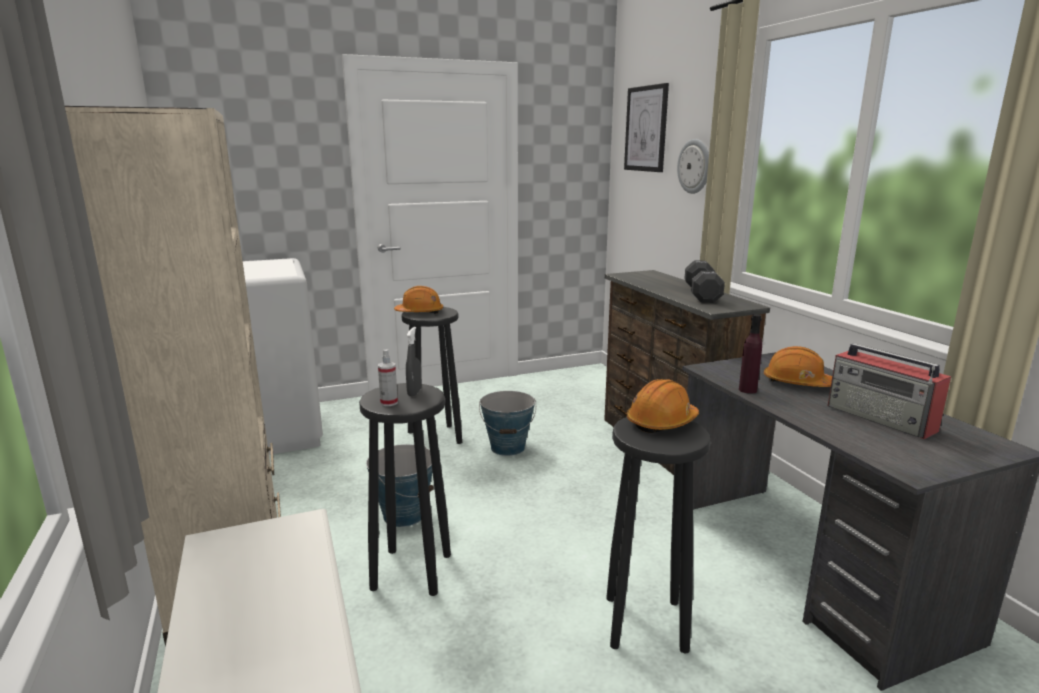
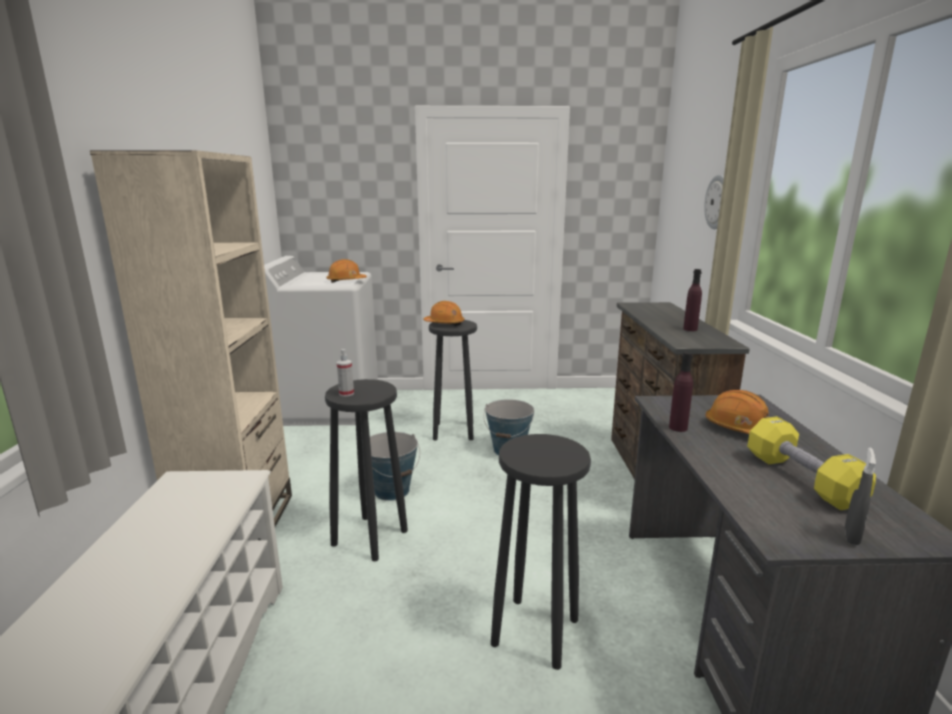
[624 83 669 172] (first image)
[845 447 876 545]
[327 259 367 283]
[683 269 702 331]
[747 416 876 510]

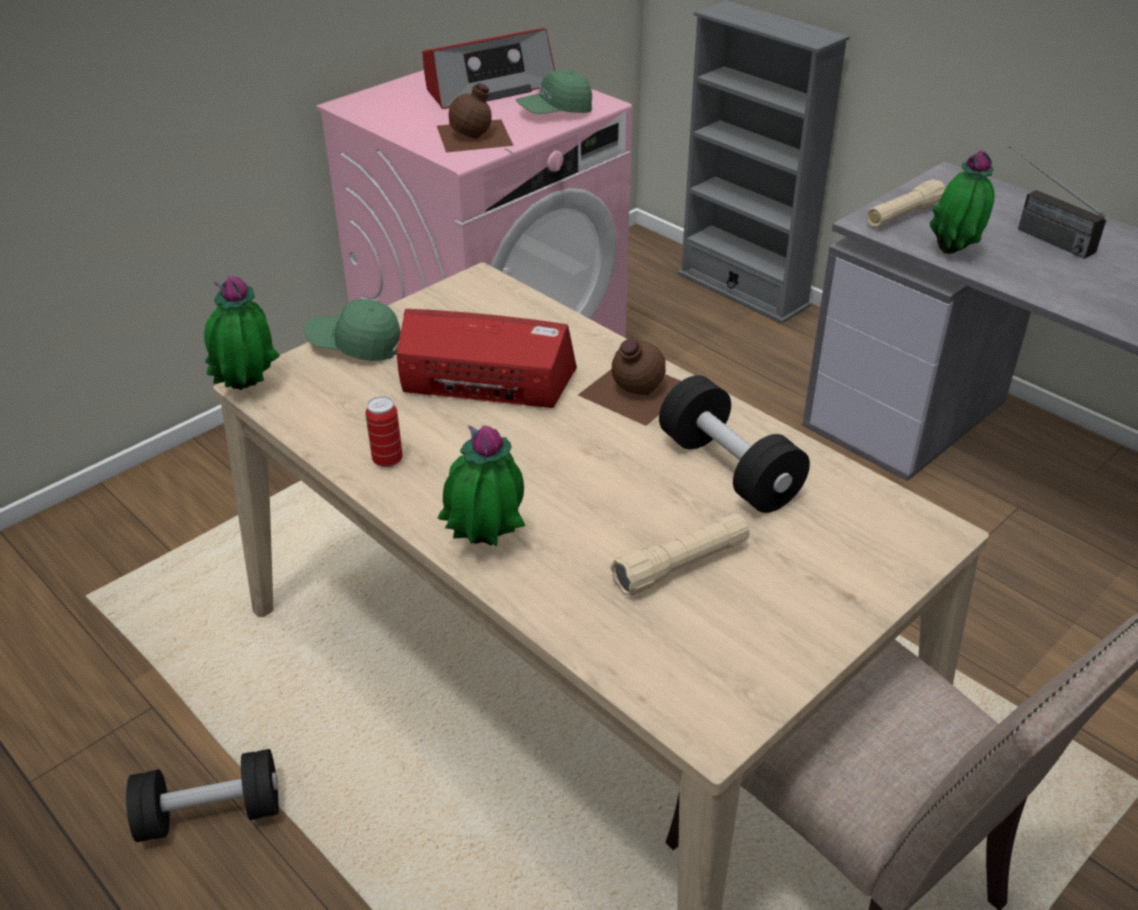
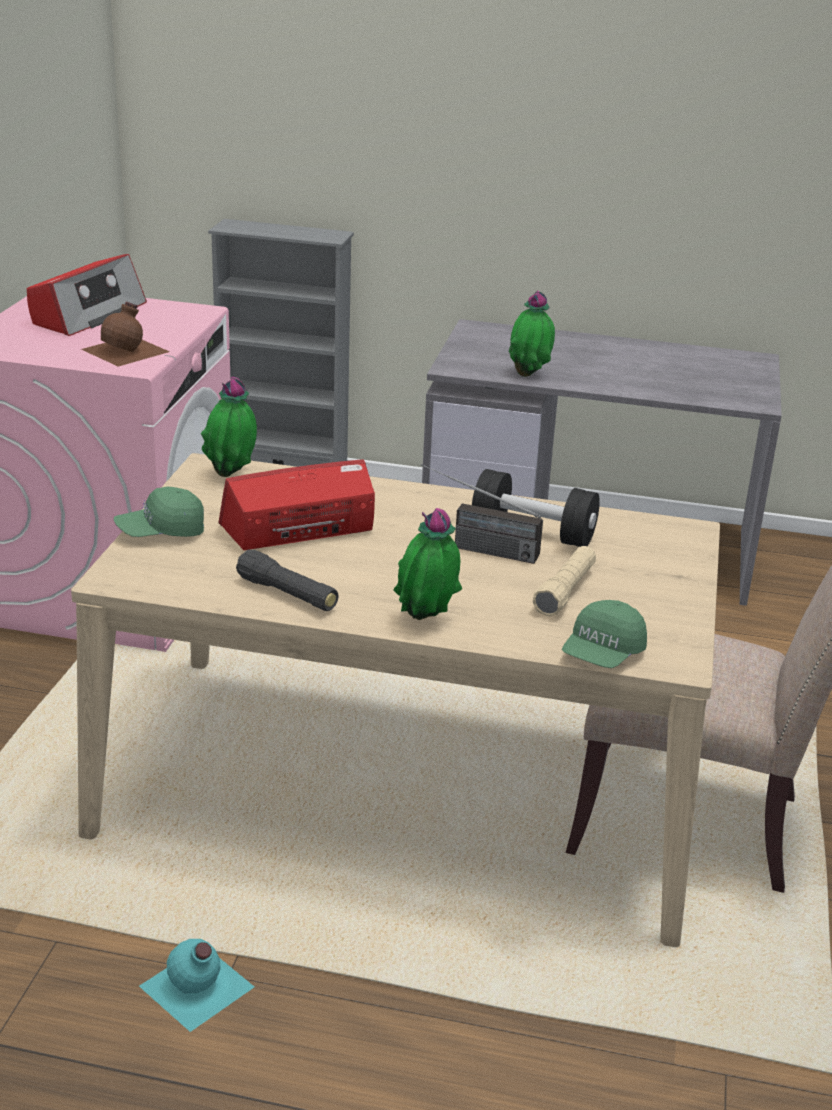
[578 339 681 426] (first image)
[867 179 945 227] (first image)
[201 377 257 477]
[562 600 647 668]
[421 464 543 564]
[139 939 254 1032]
[236 549 338 611]

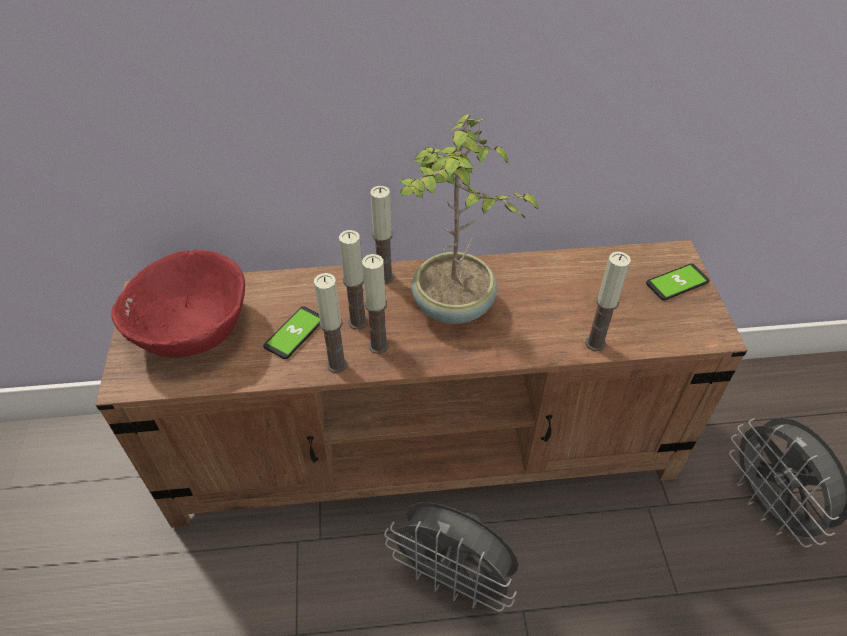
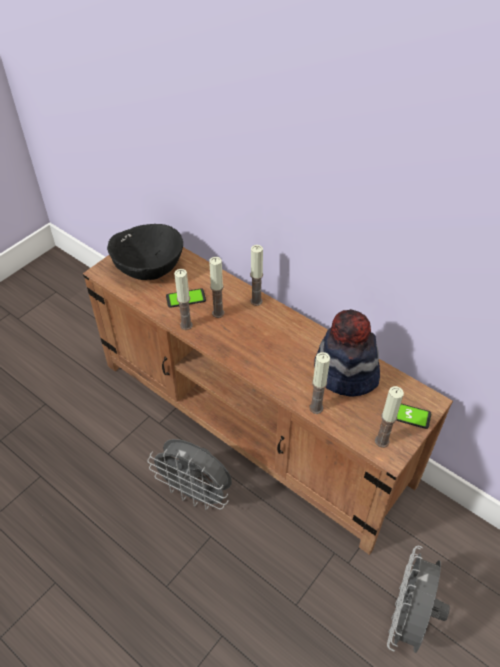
[399 114 540 324] (first image)
[314 309 380 396]
[375 386 404 448]
[107 224 183 280]
[147 439 232 510]

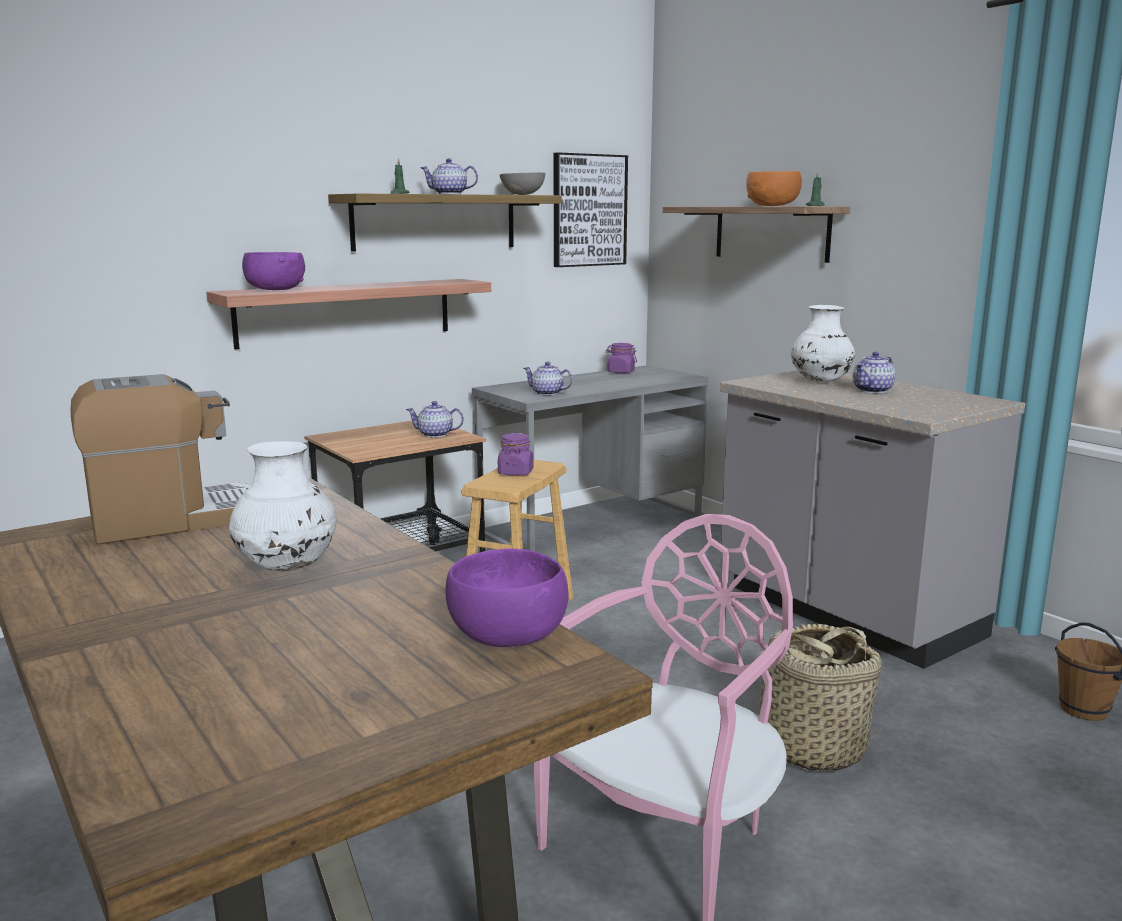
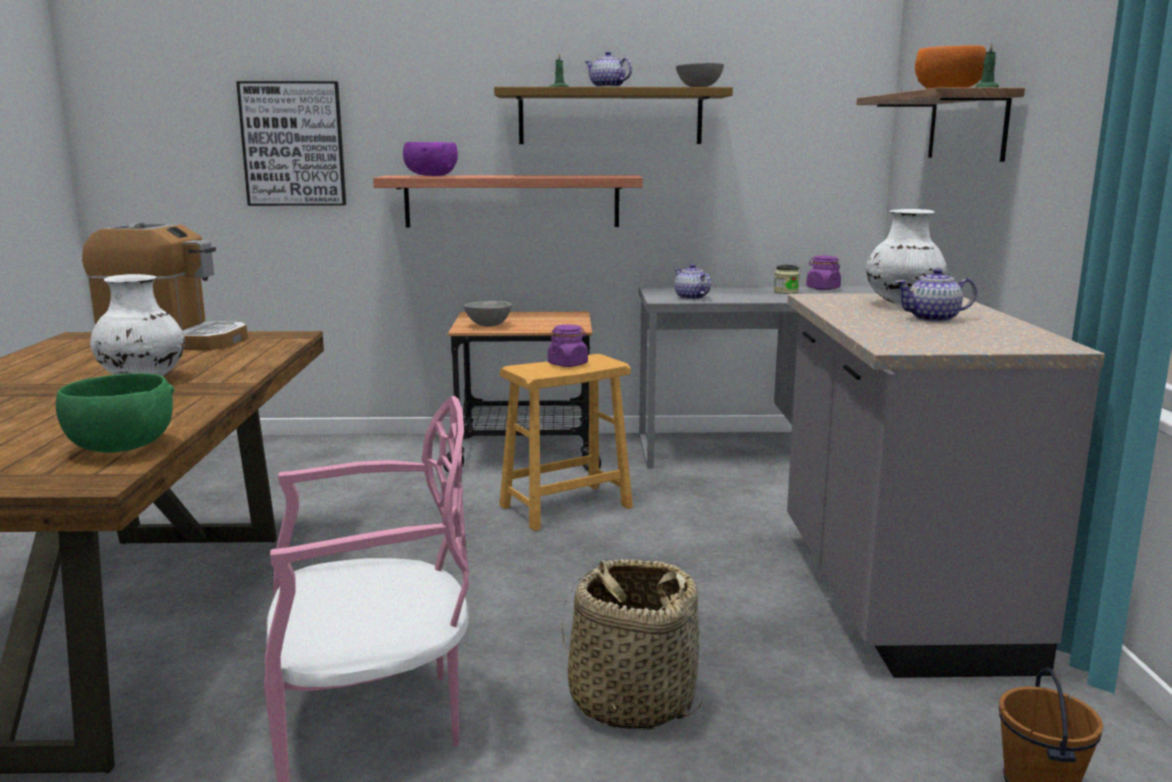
[406 401 464 438] (first image)
[464 301 512 327]
[774 265 800 294]
[236 81 346 206]
[56 373 175 453]

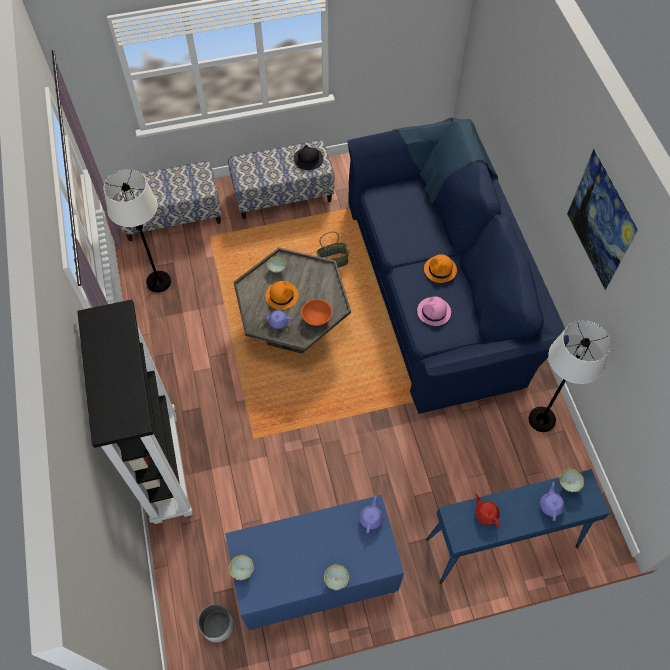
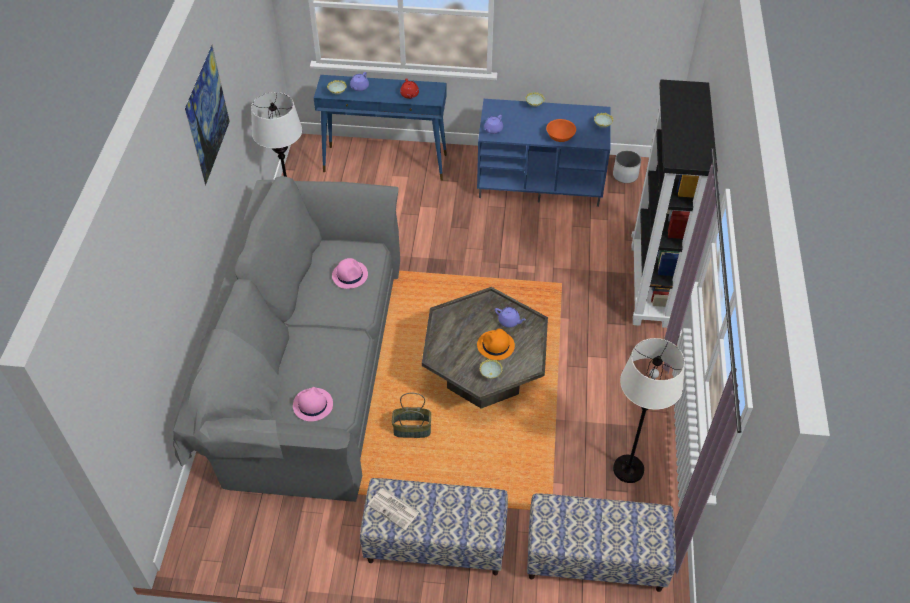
[424 254 457 283] (first image)
[293 387 333 421]
[546 119 576 142]
[367 488 420 530]
[173 176 400 502]

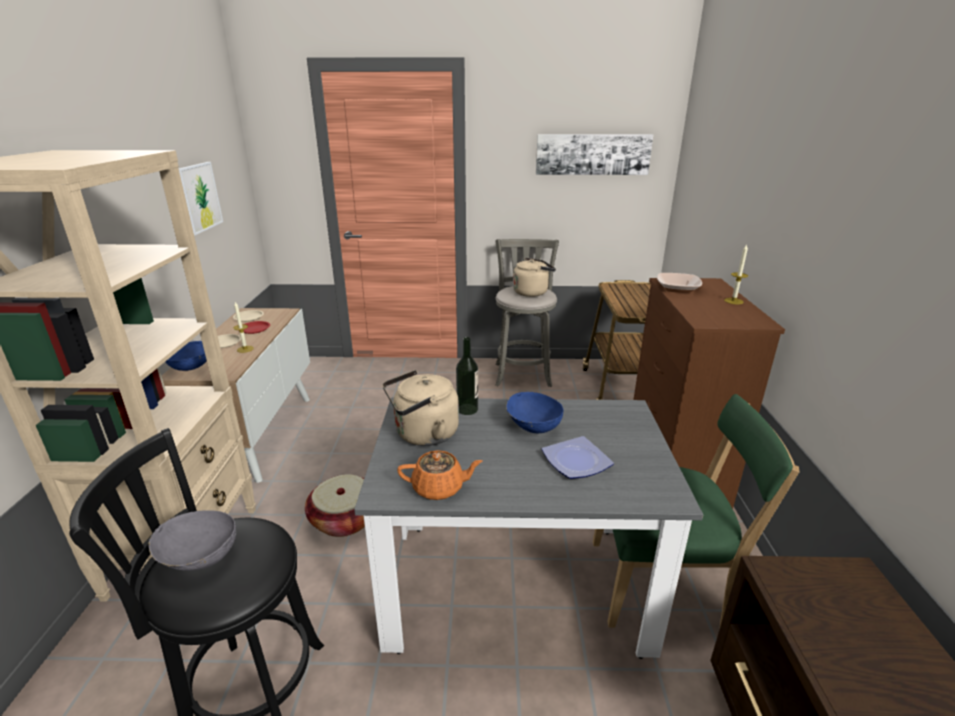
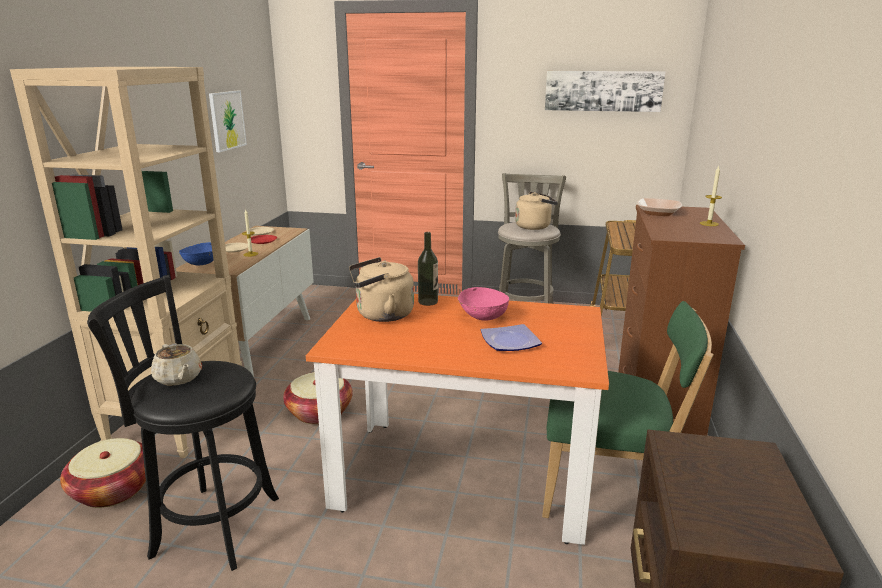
[397 450 483 500] (first image)
[60 438 146 508]
[151 343 202 386]
[306 294 609 545]
[458 287 509 321]

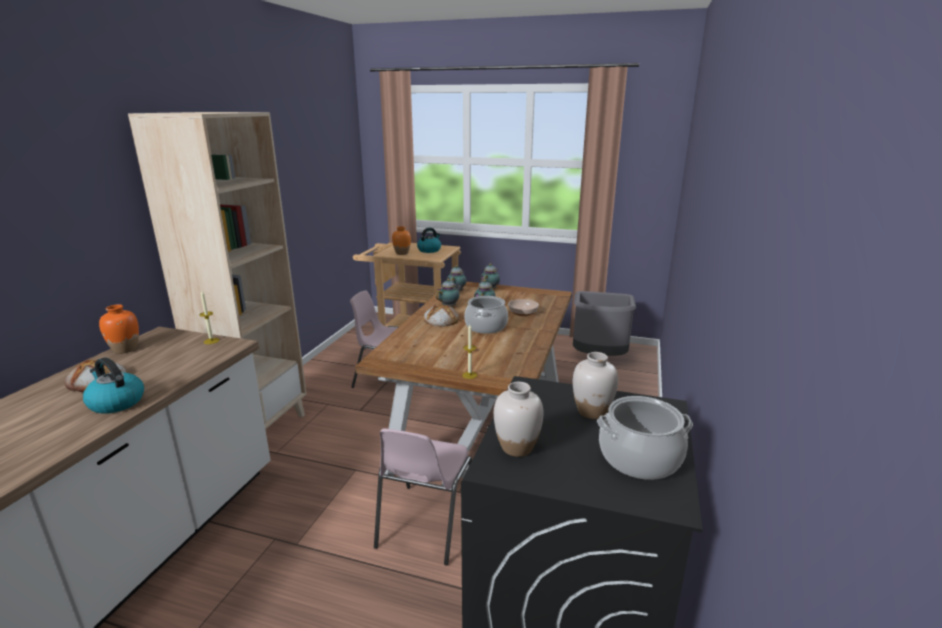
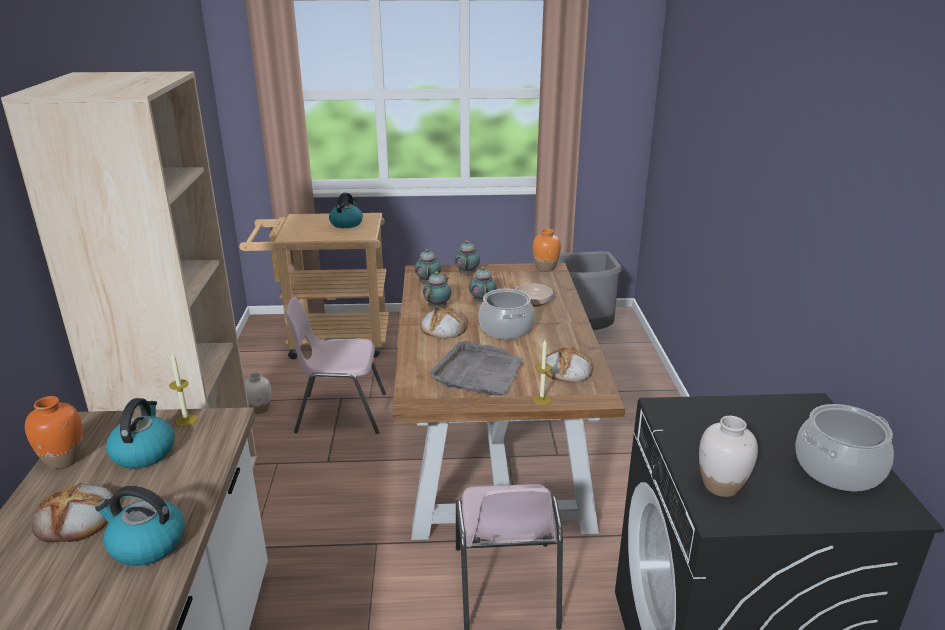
[106 398 175 469]
[429 341 523 396]
[546 347 593 383]
[532 229 561 272]
[245 372 271 414]

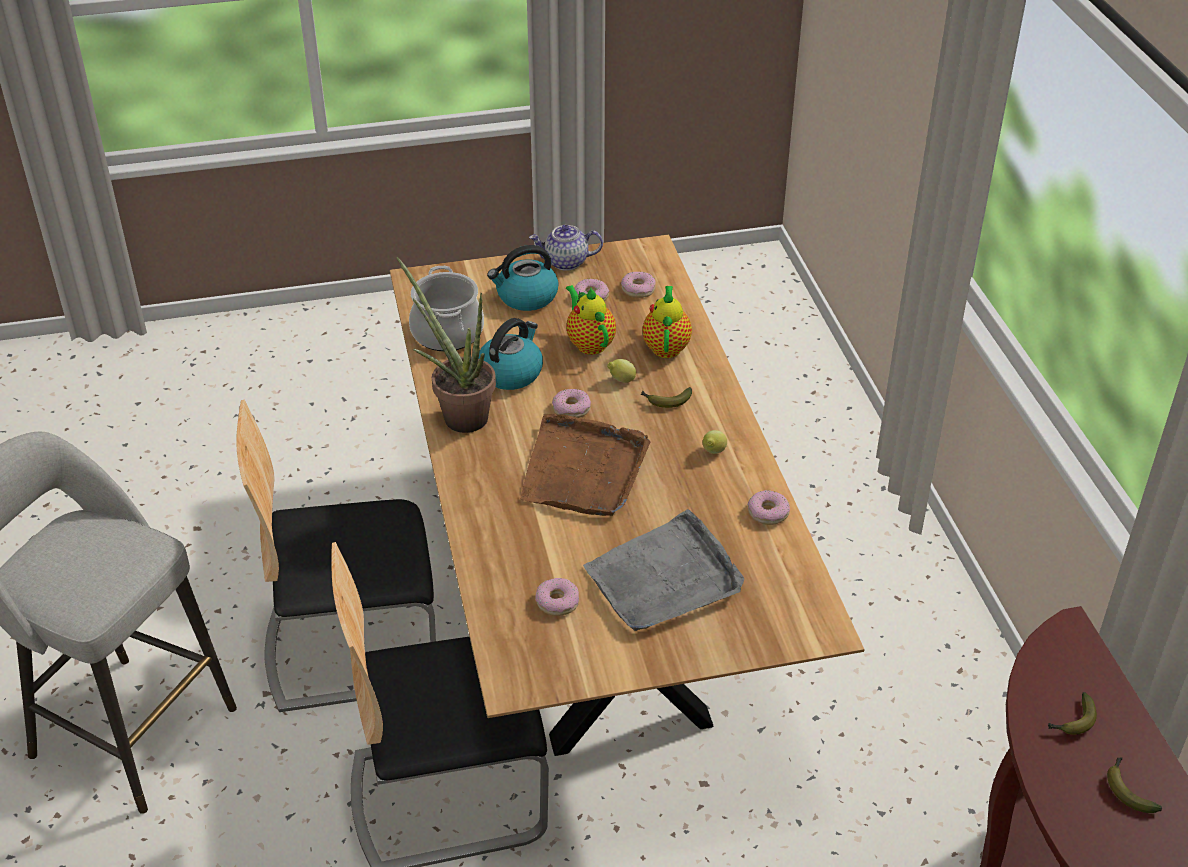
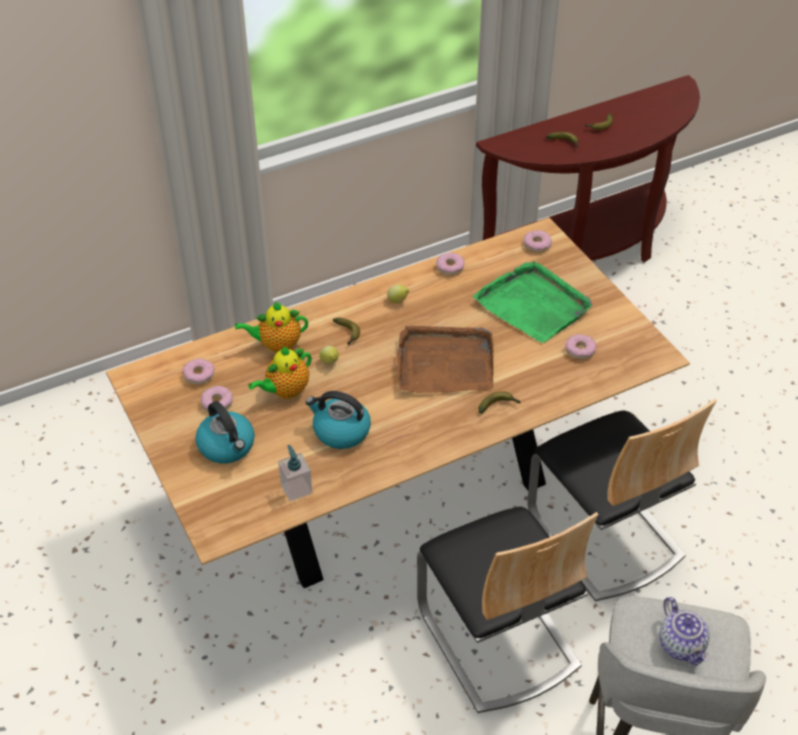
[396 257 496 433] (first image)
[479 391 521 414]
[659 597 710 665]
[524 230 552 253]
[278 445 312 502]
[473 261 592 343]

